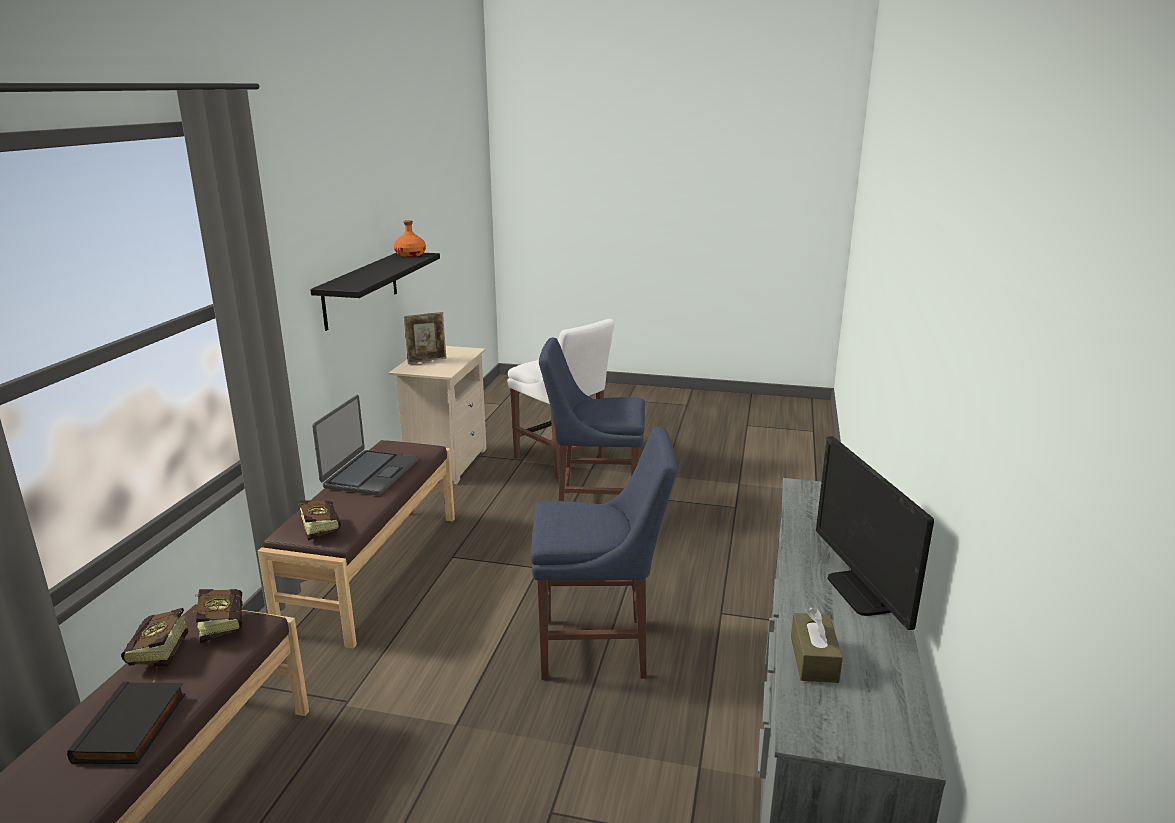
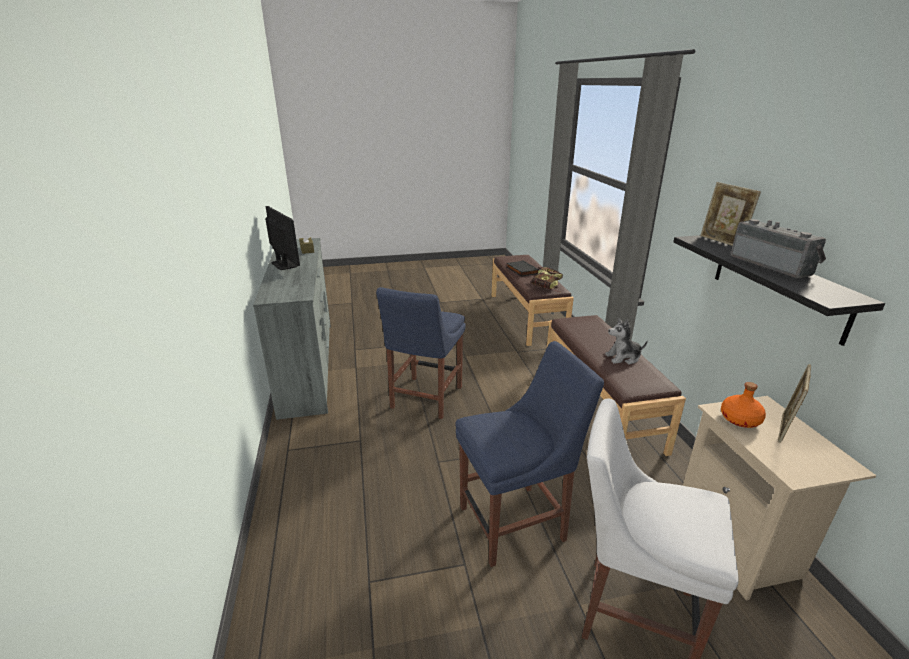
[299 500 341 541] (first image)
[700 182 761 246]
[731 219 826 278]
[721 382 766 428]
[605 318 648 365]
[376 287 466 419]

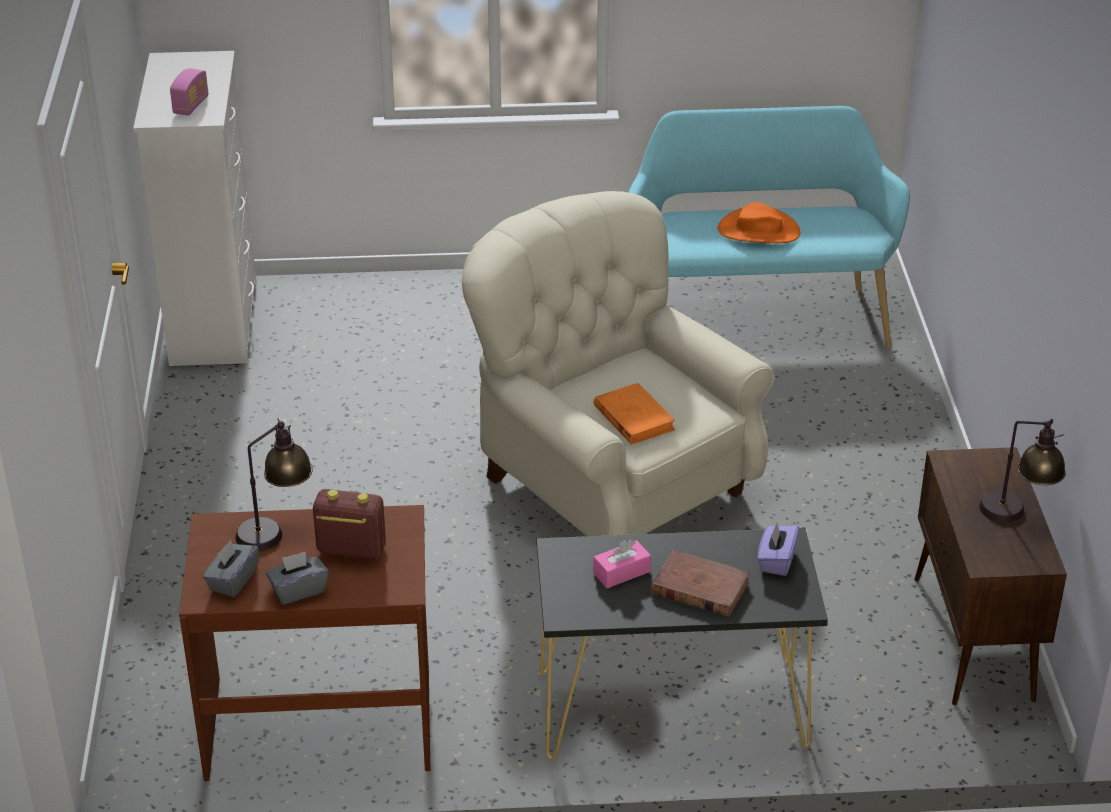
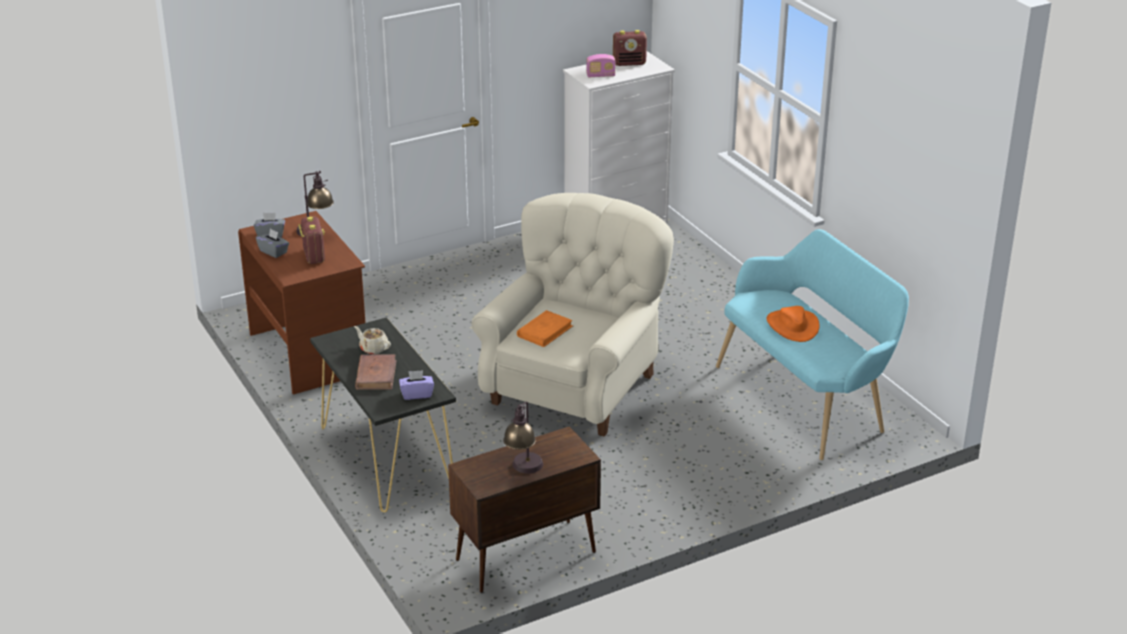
[613 30 647 66]
[354 326 391 354]

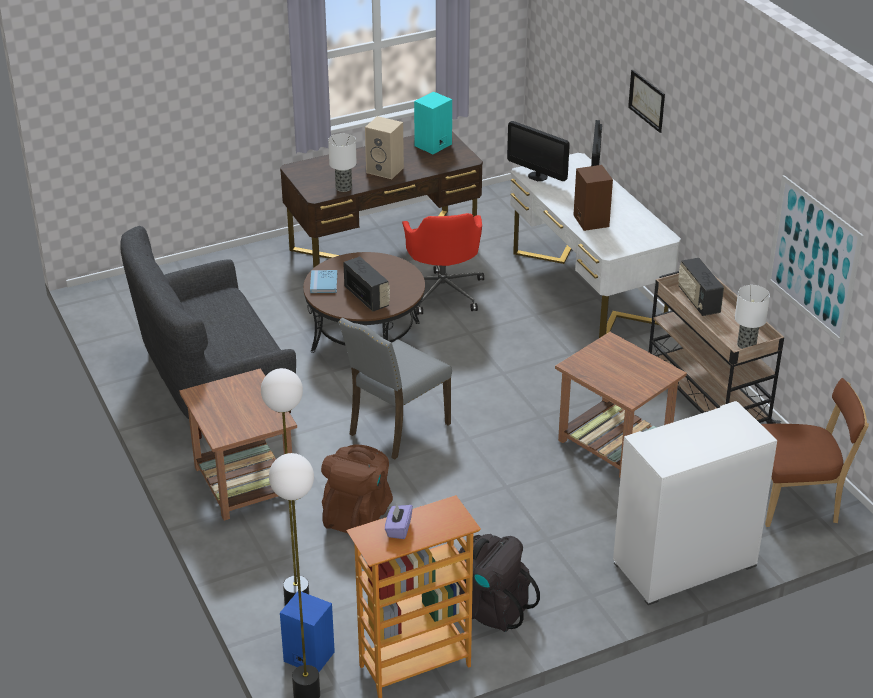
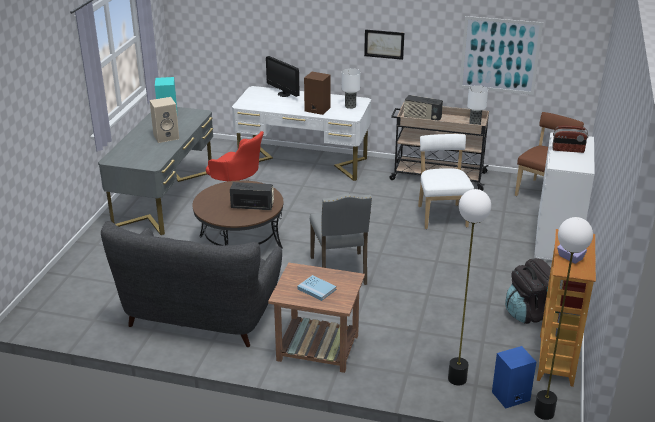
[321 445 393 533] (first image)
[507 121 570 181] (first image)
[552 126 588 153]
[297 275 336 301]
[342 68 360 109]
[364 29 404 60]
[418 134 474 229]
[98 107 213 235]

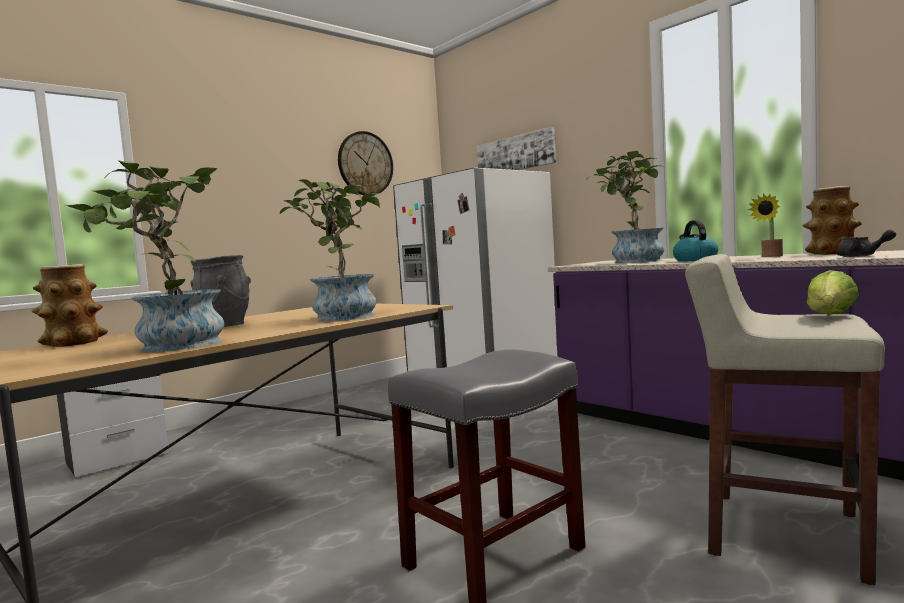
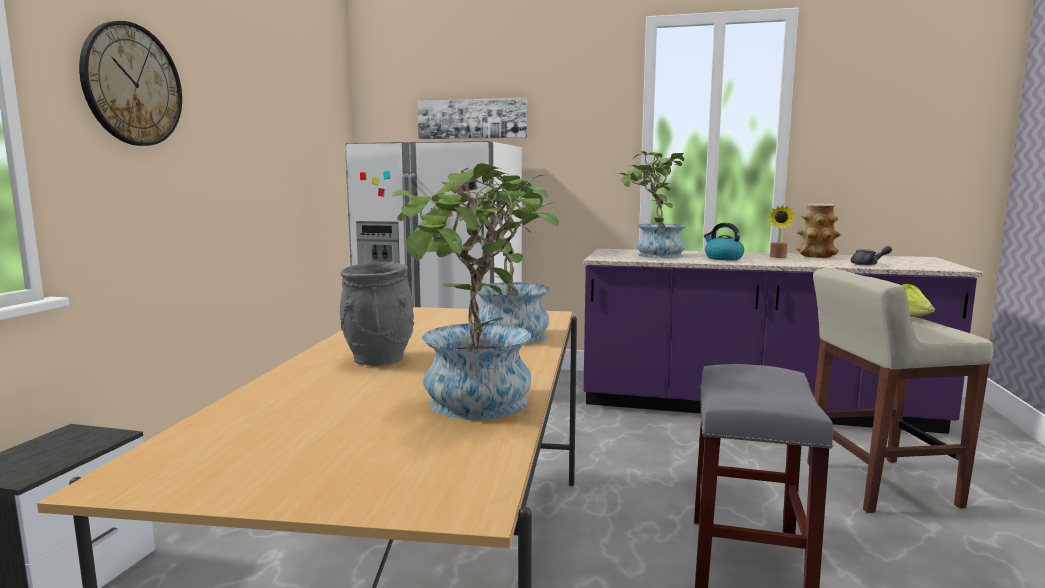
[32 264 108 347] (first image)
[79 21 182 146]

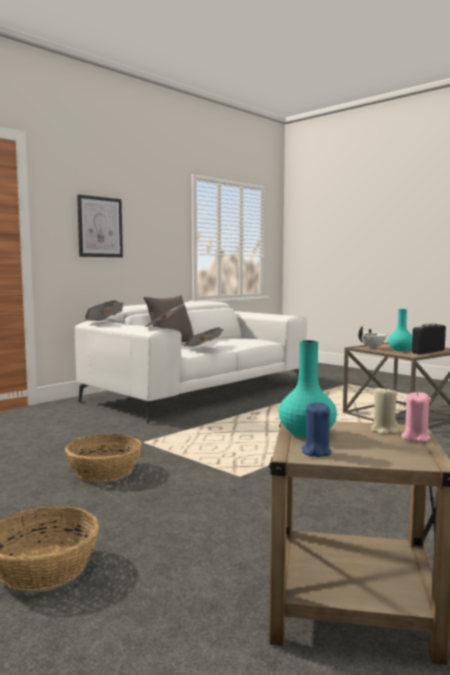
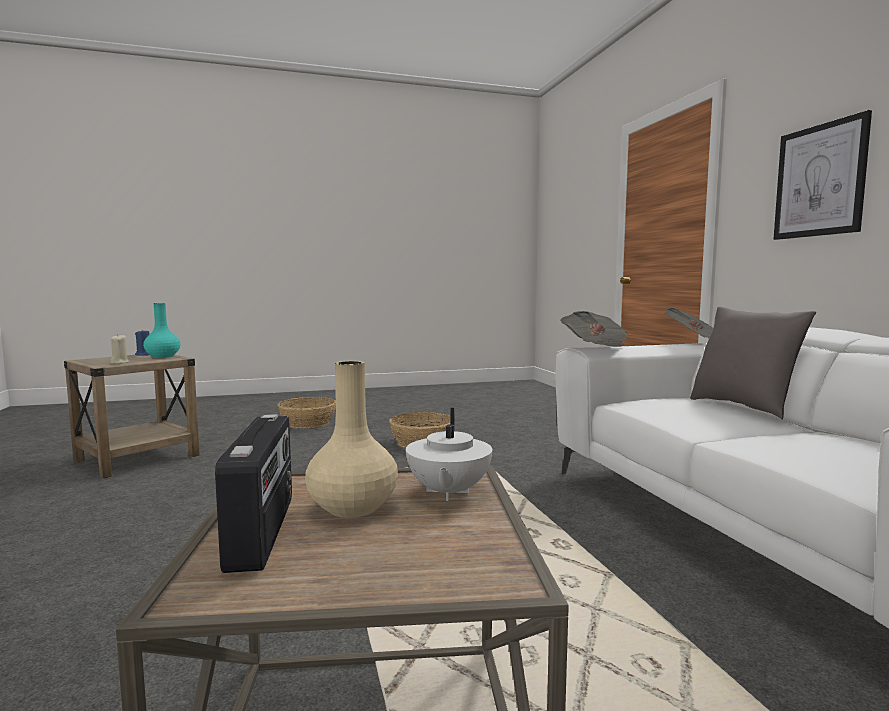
[184 327 223 347] (first image)
[401 391 430 442] (first image)
[305 361 398 518]

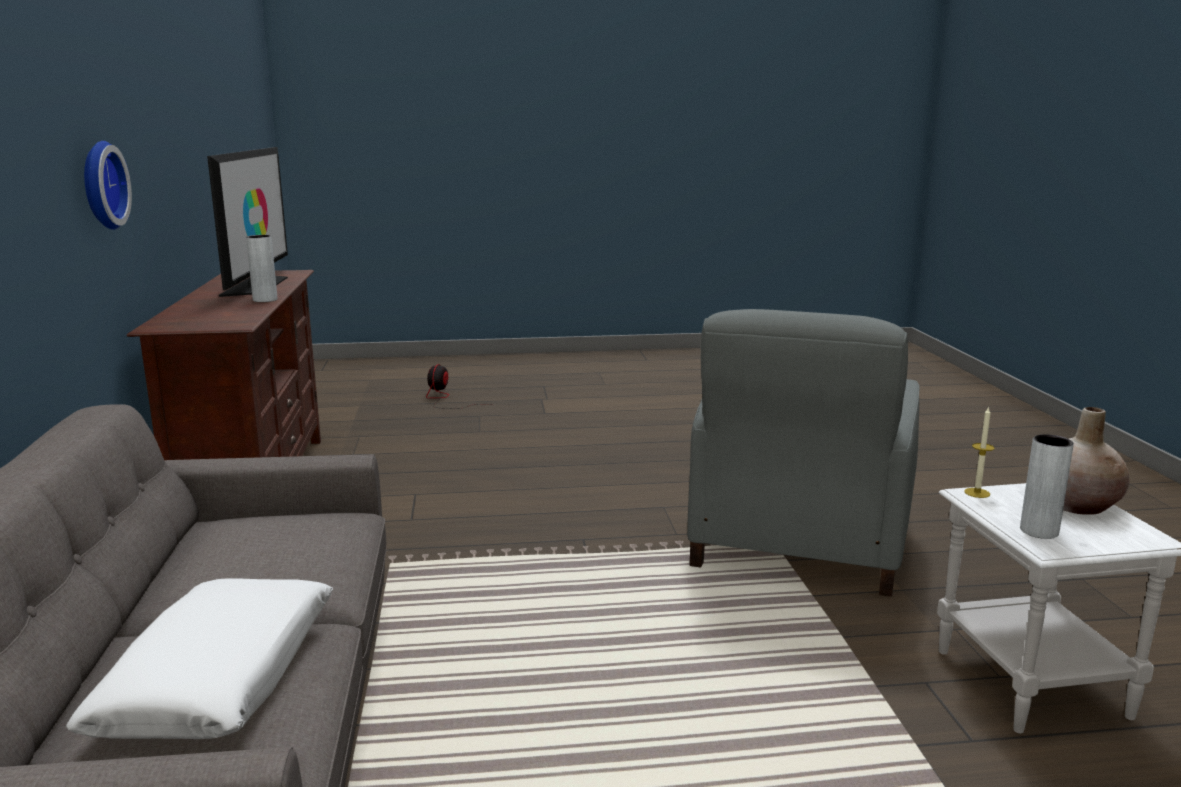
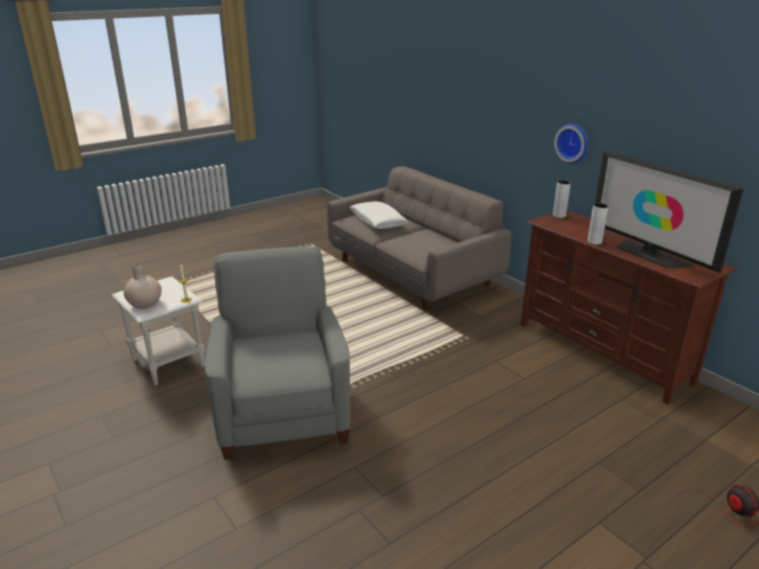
[553 180 571 218]

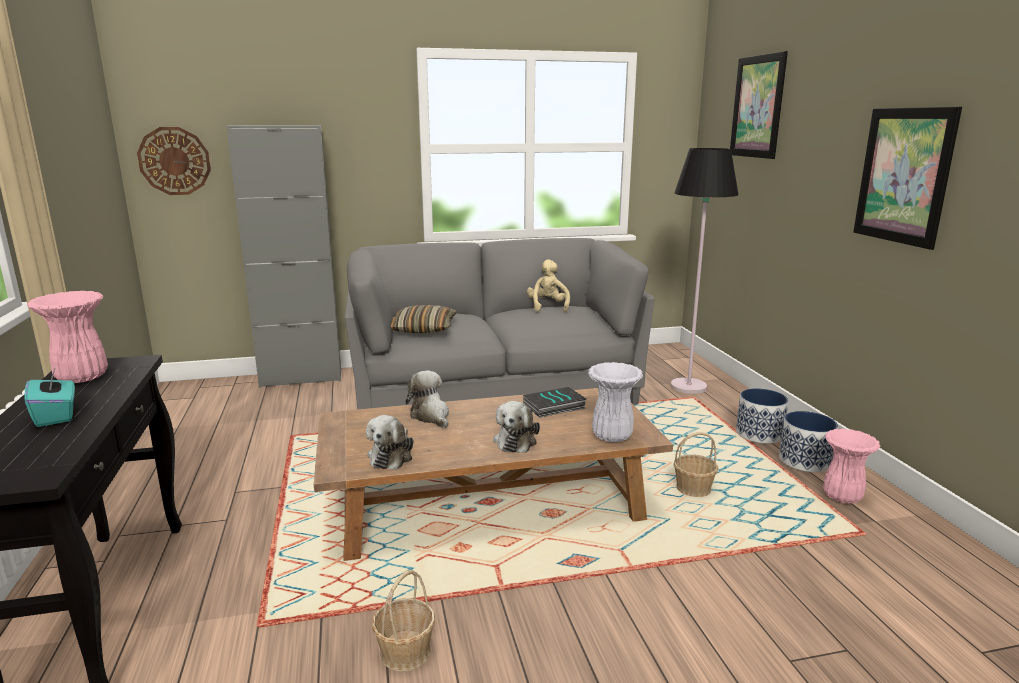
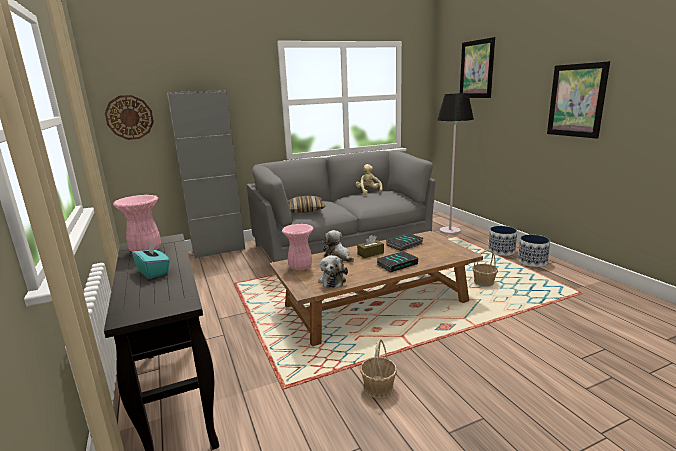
[588 362 643 442] (first image)
[357 235 384 258]
[282 224 314 270]
[377 251 418 272]

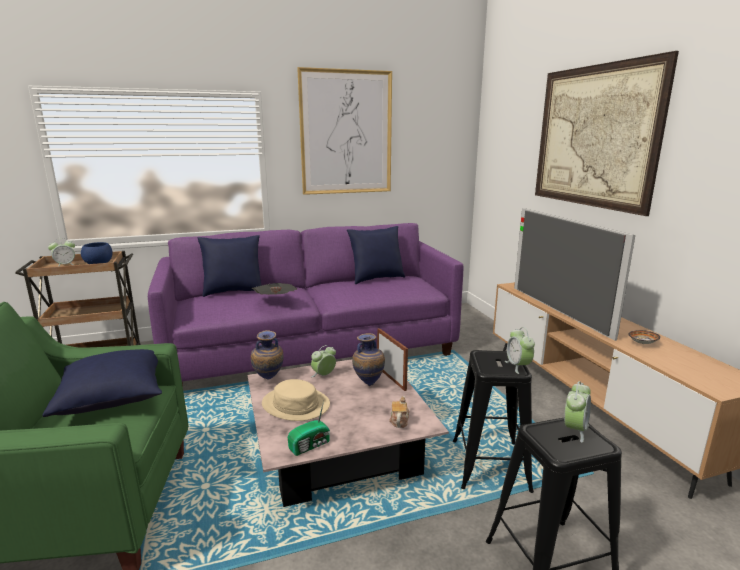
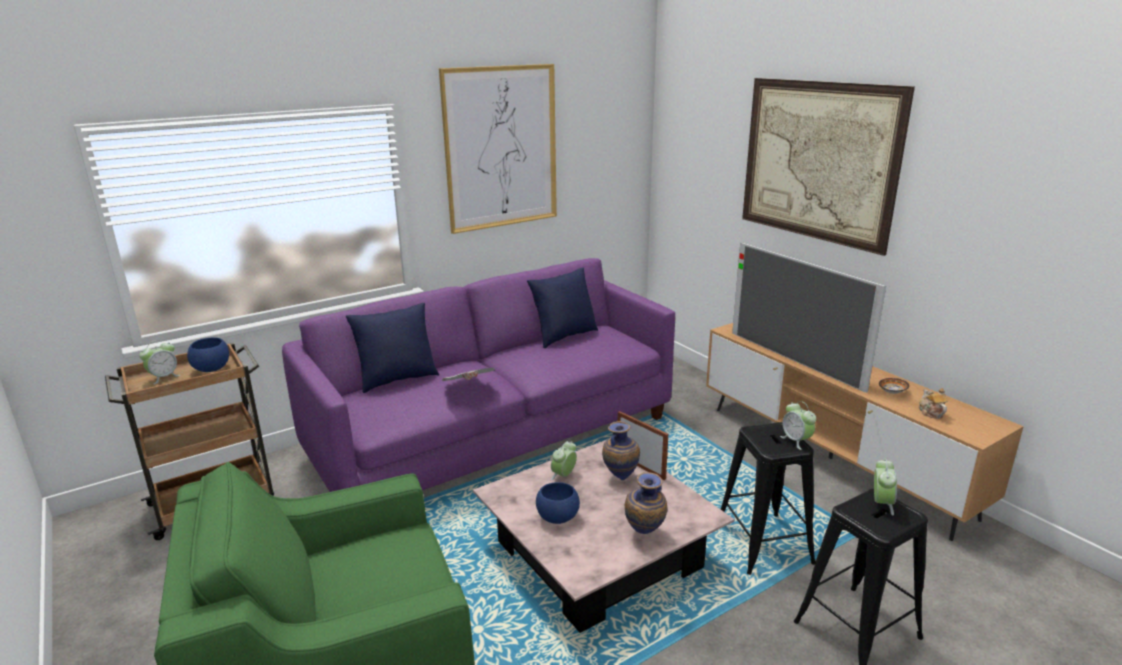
[42 349 162 417] (first image)
[288 401 330 456] (first image)
[625 472 668 534]
[919 388 948 419]
[536 482 580 524]

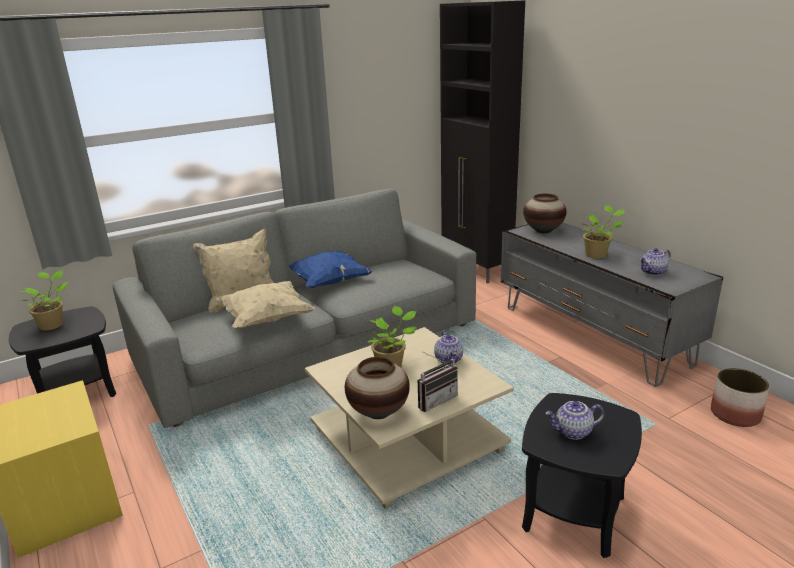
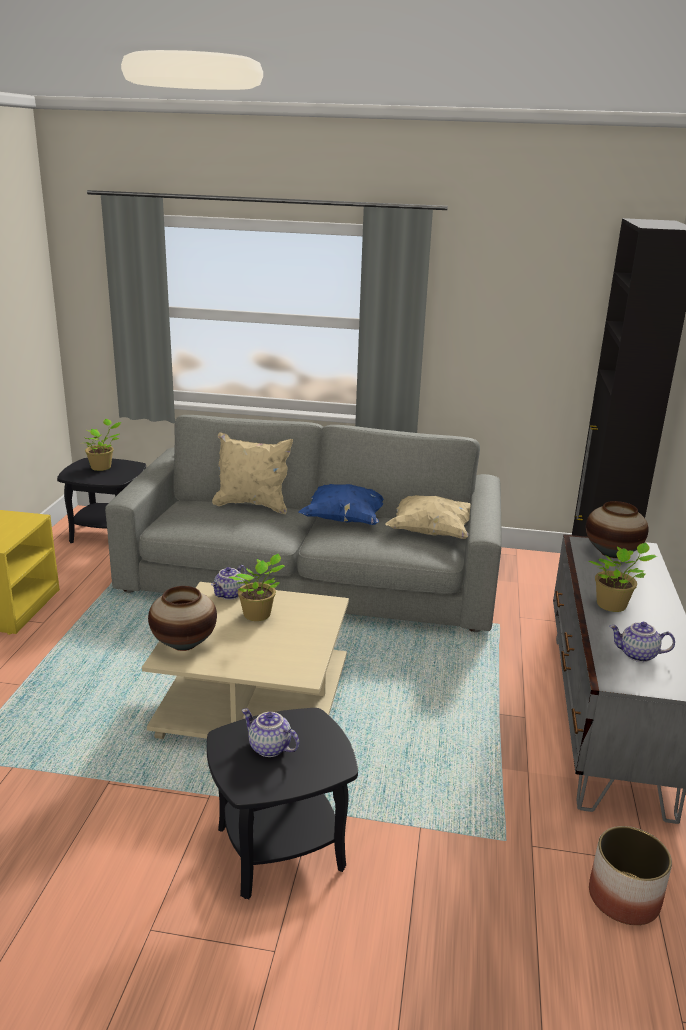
[418 351 458 412] (first image)
[385 495 471 539]
[211 565 247 600]

